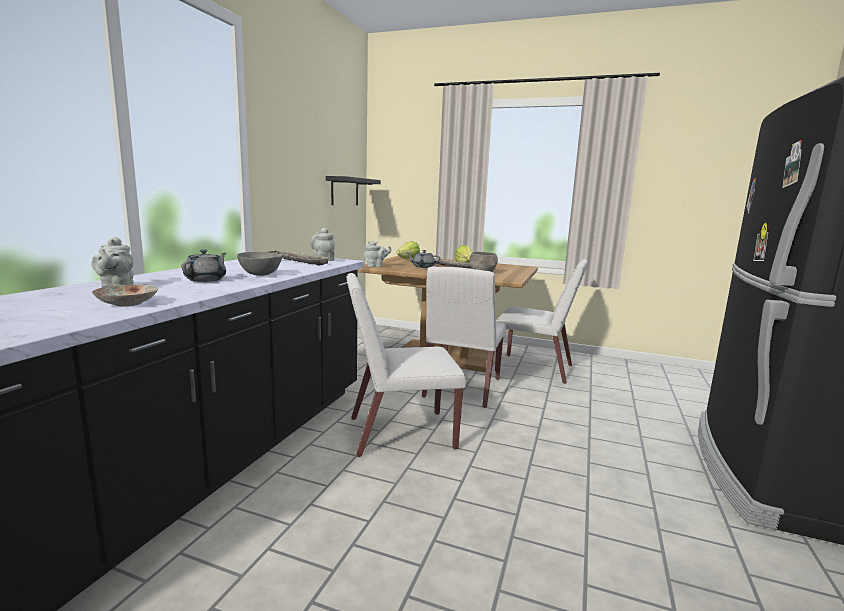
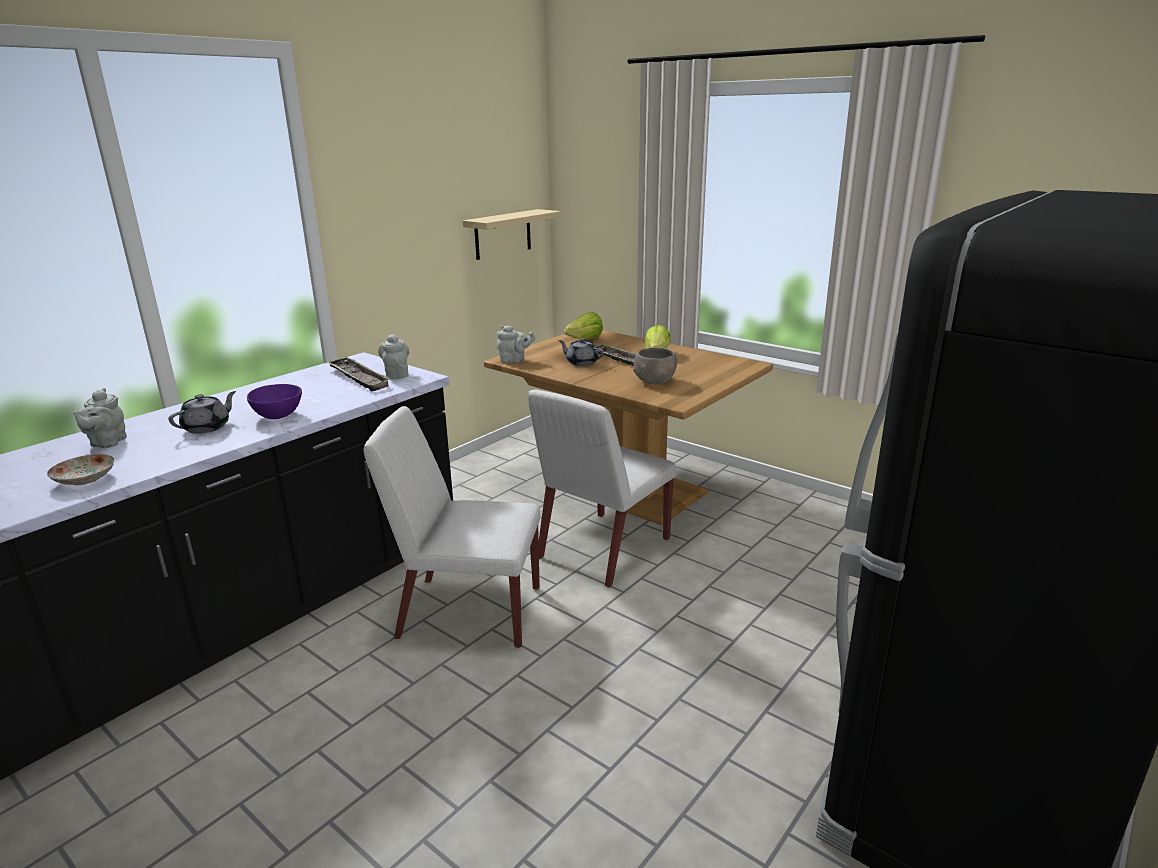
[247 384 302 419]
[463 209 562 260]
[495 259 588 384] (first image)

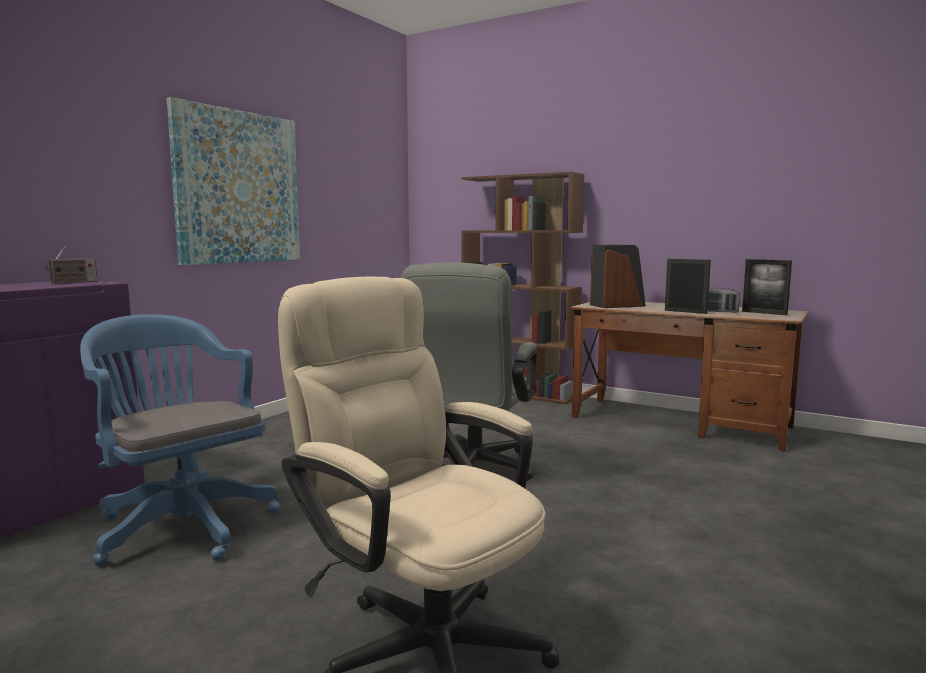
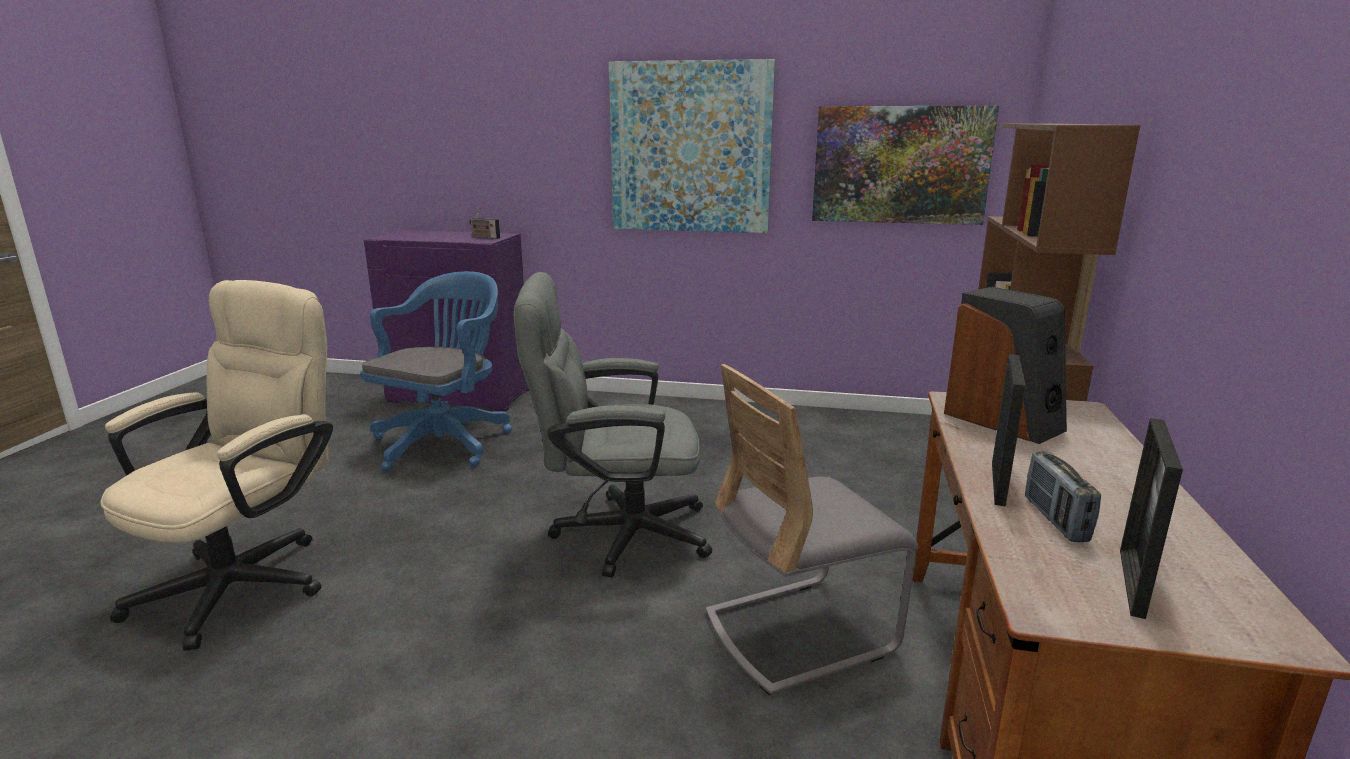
[706 364 918 696]
[812 106 999 225]

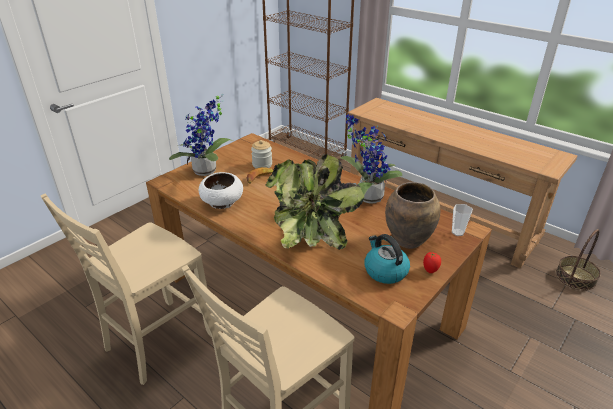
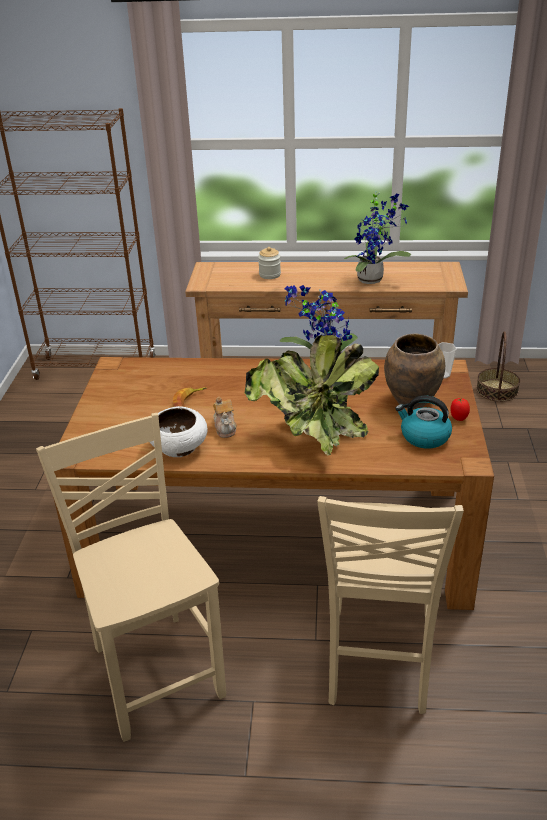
[36 413 226 742]
[344 192 411 284]
[258 247 281 279]
[213 397 237 438]

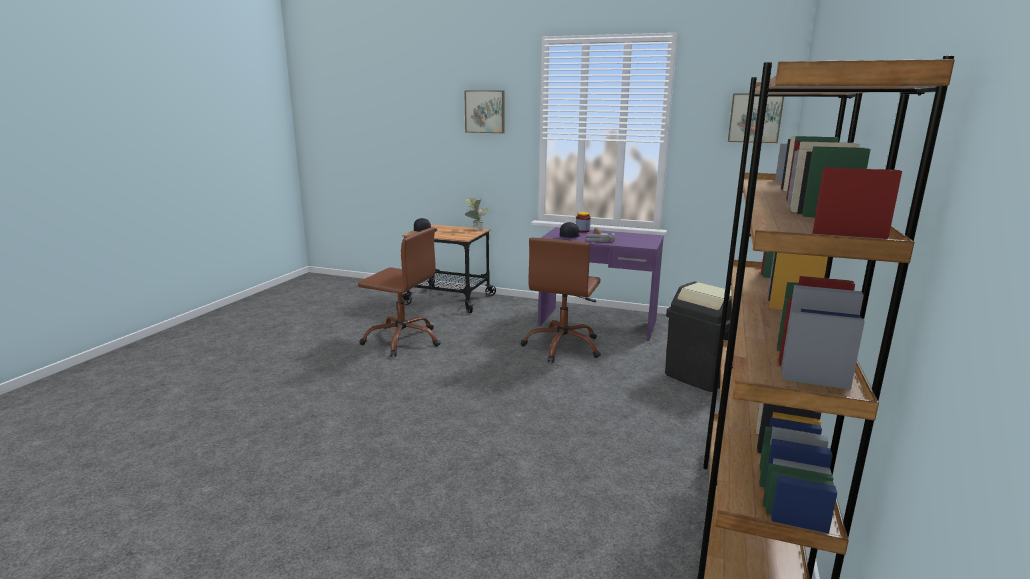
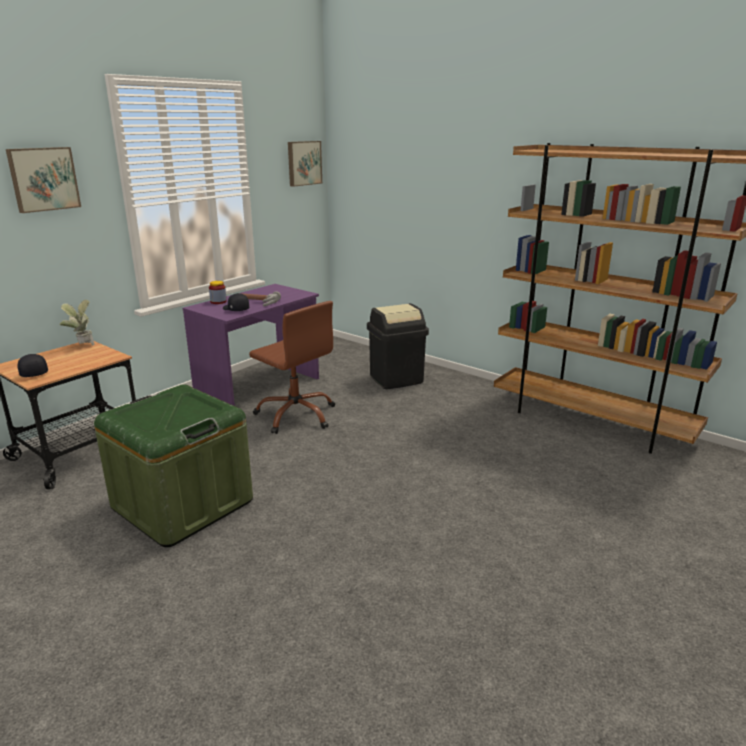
[94 384 253 547]

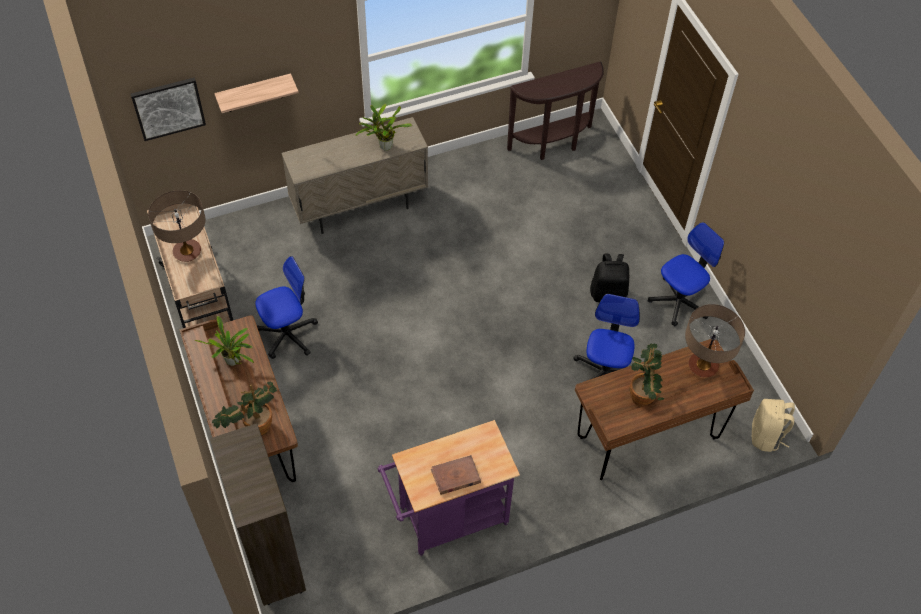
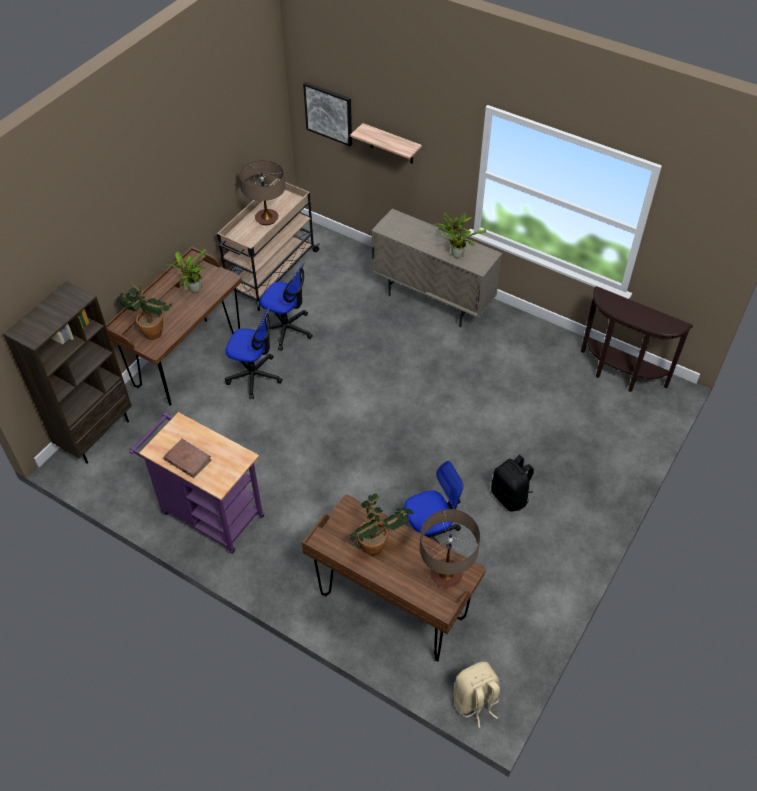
[225 307 283 399]

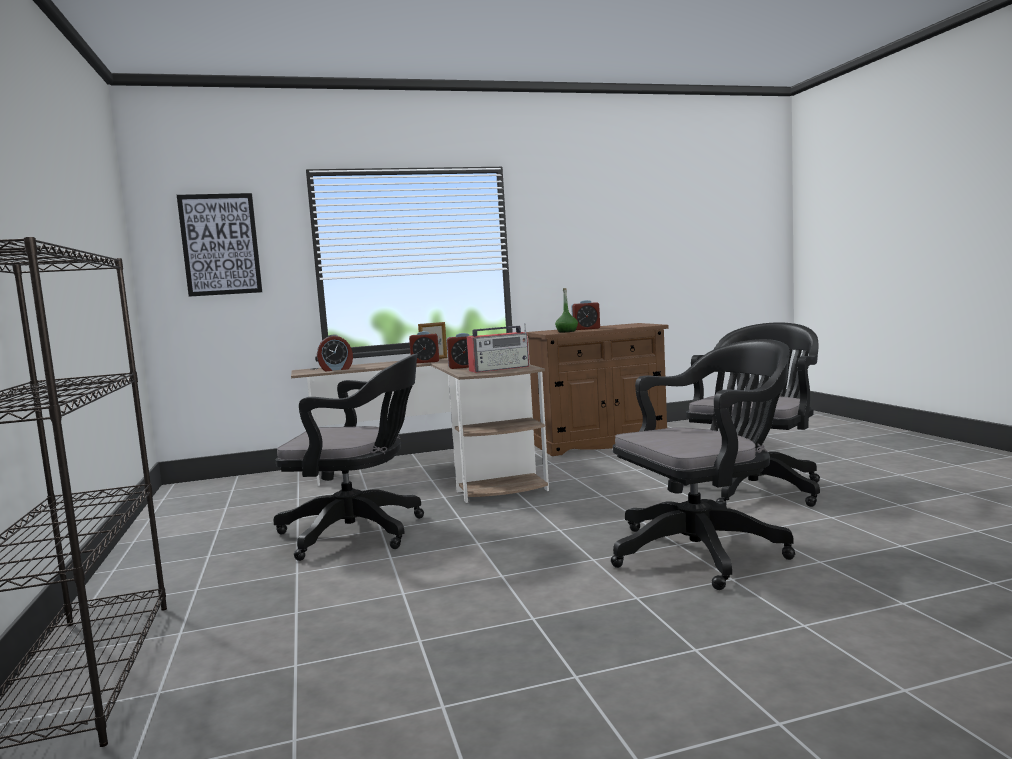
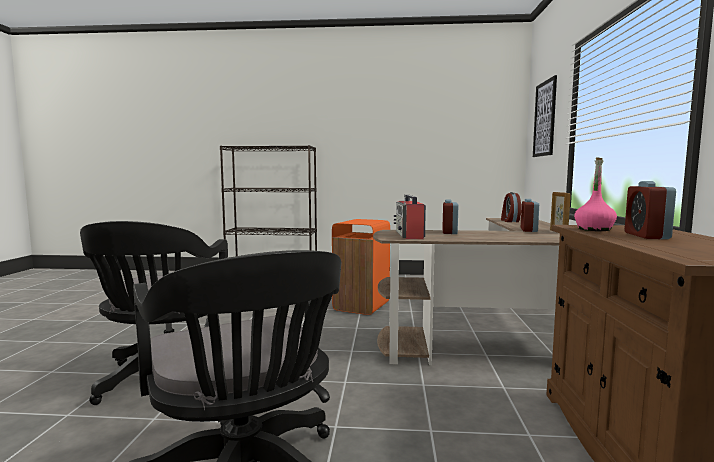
[332 219 390 315]
[574 157 617 231]

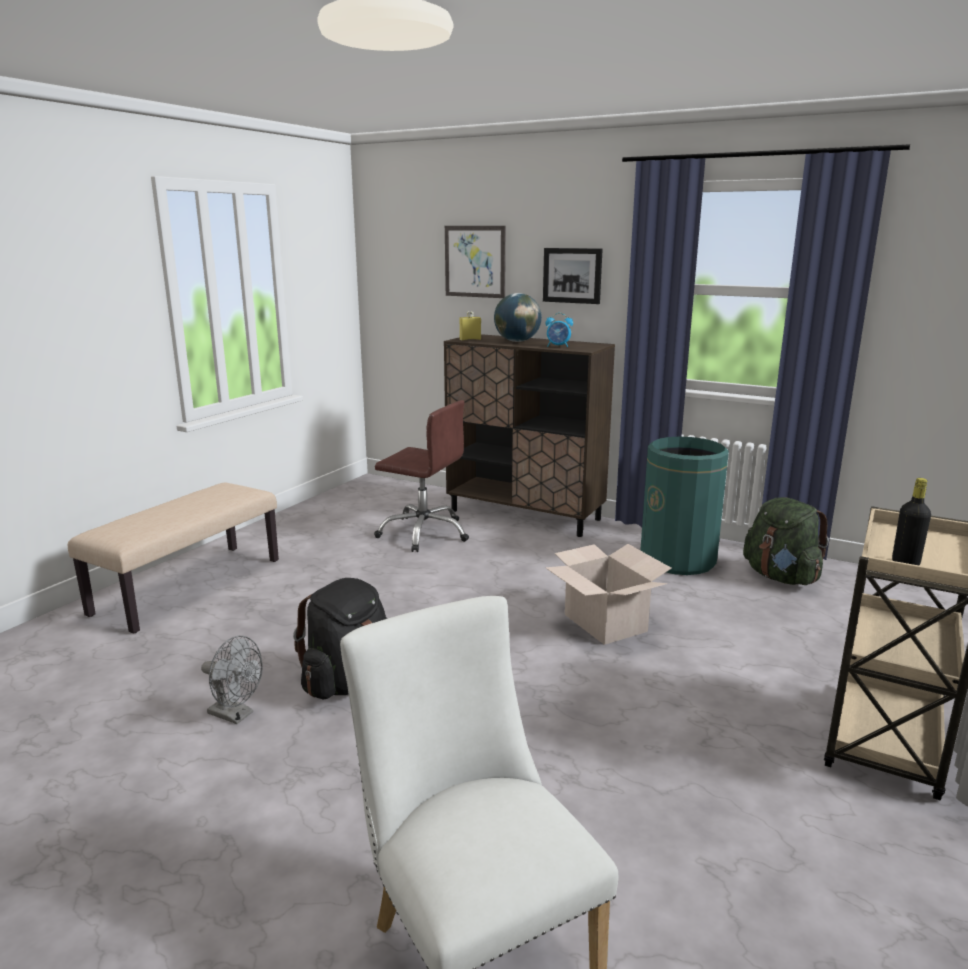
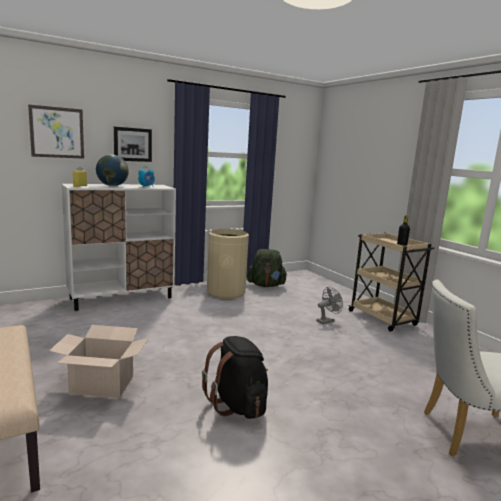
[316 287 343 324]
[374 400 469 552] (first image)
[62 184 176 311]
[49 325 149 398]
[207 229 249 299]

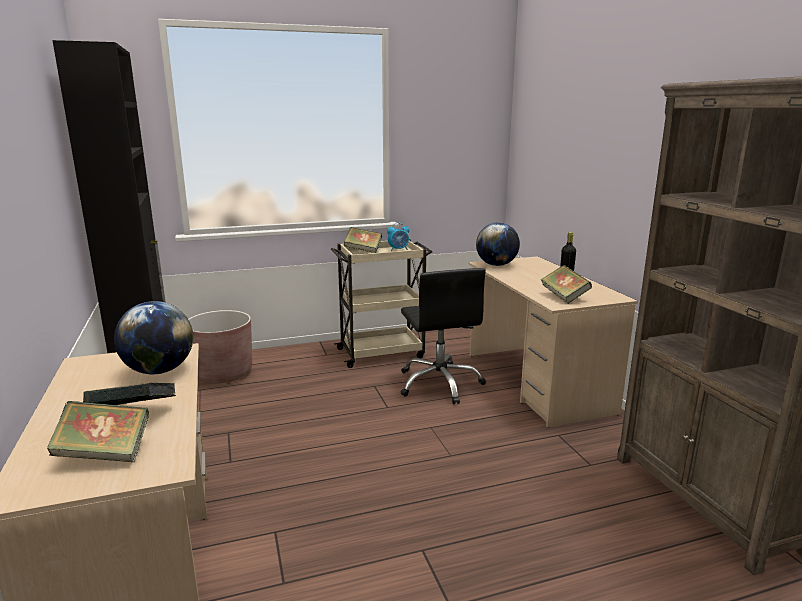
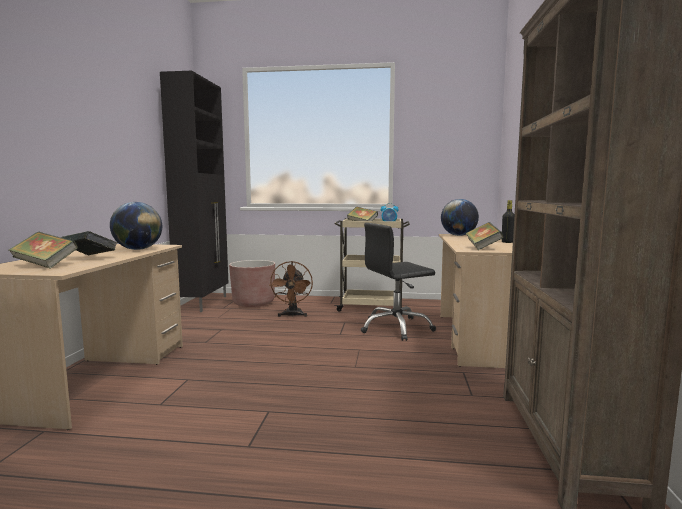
[361 223 436 341]
[269 261 313 317]

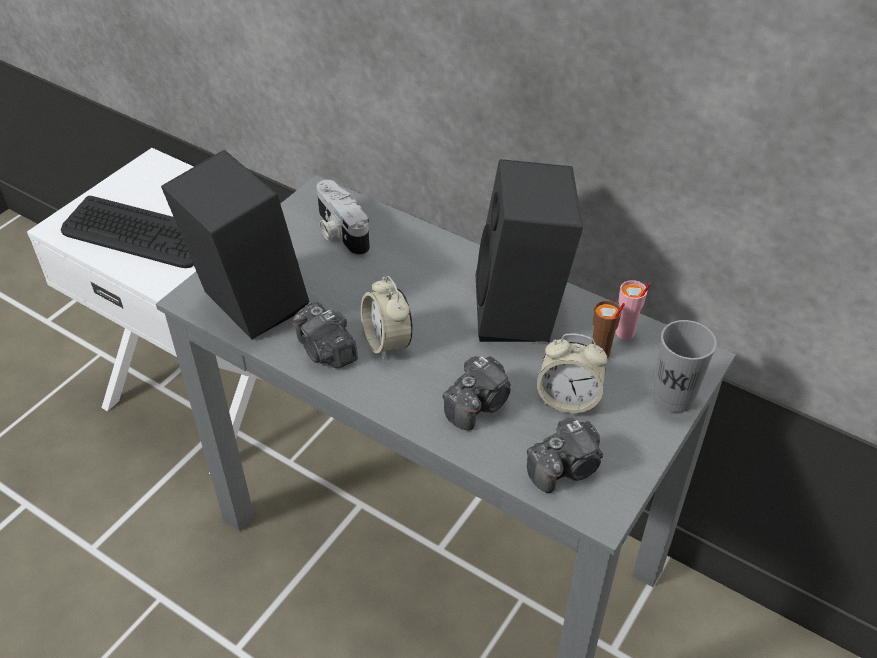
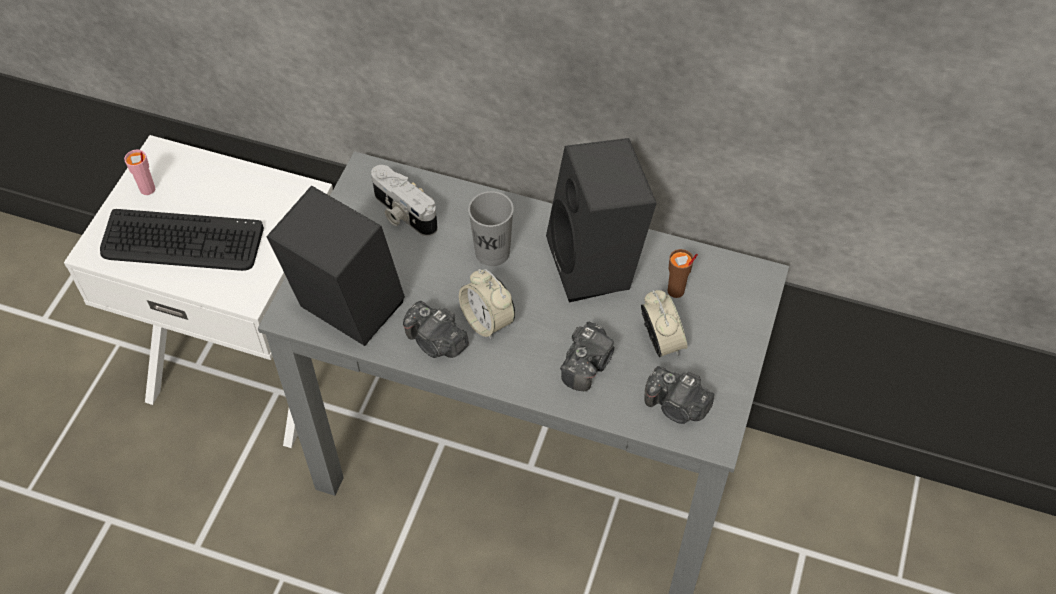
[645 366 714 424]
[641 290 687 357]
[124 149 155 195]
[468 191 513 266]

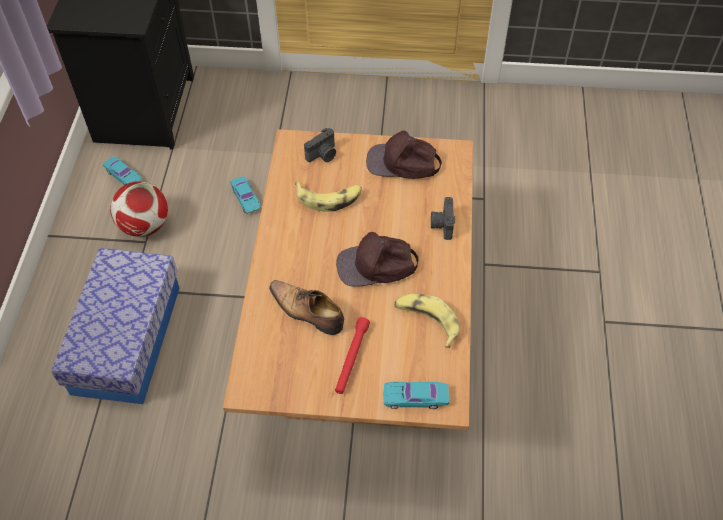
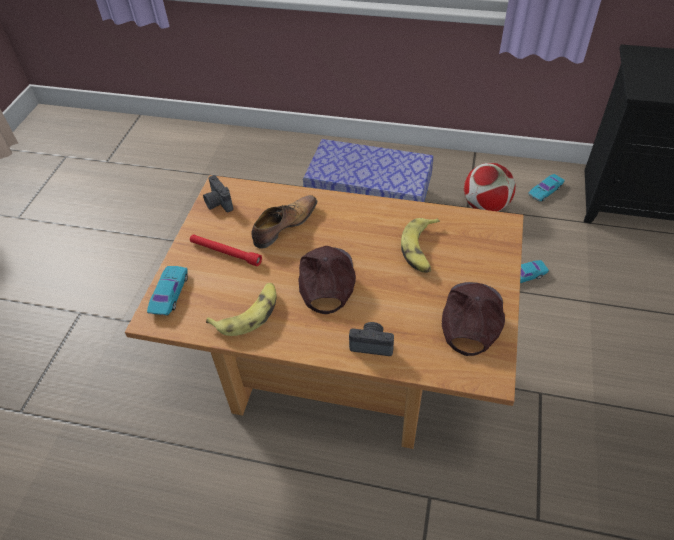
[203 175 233 212]

